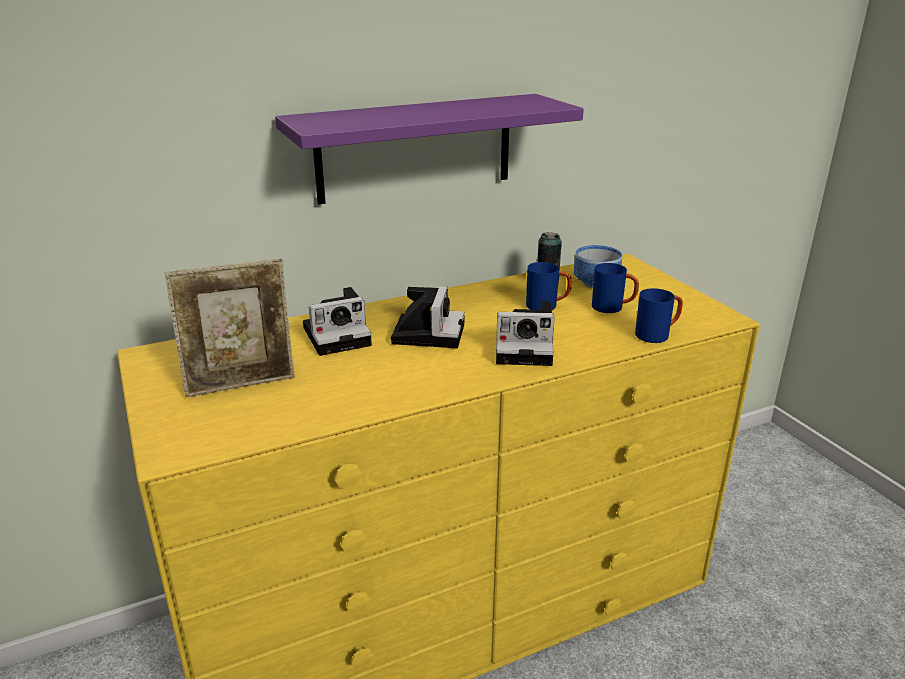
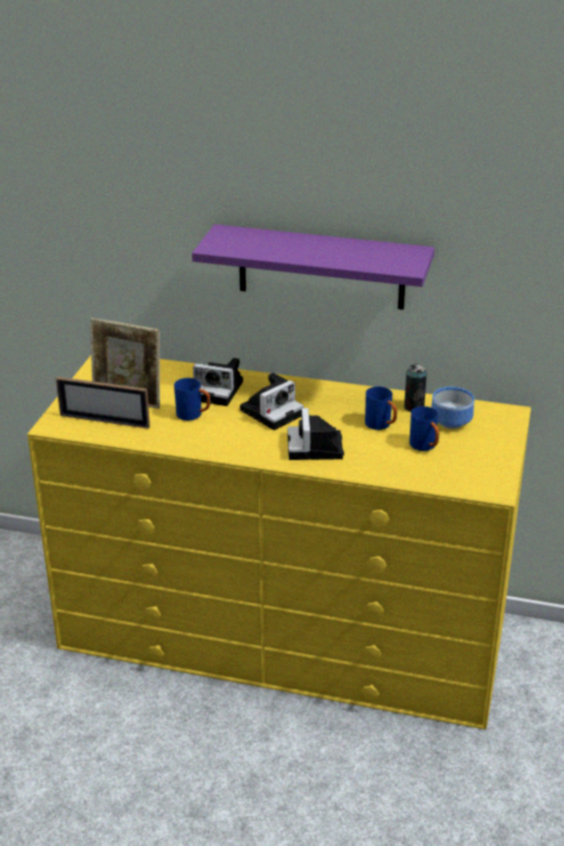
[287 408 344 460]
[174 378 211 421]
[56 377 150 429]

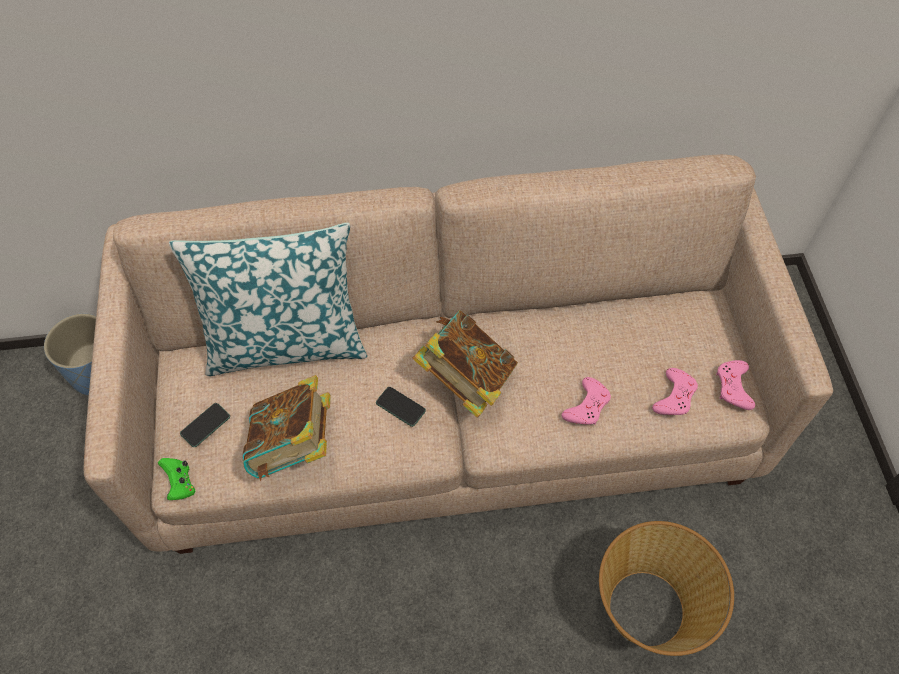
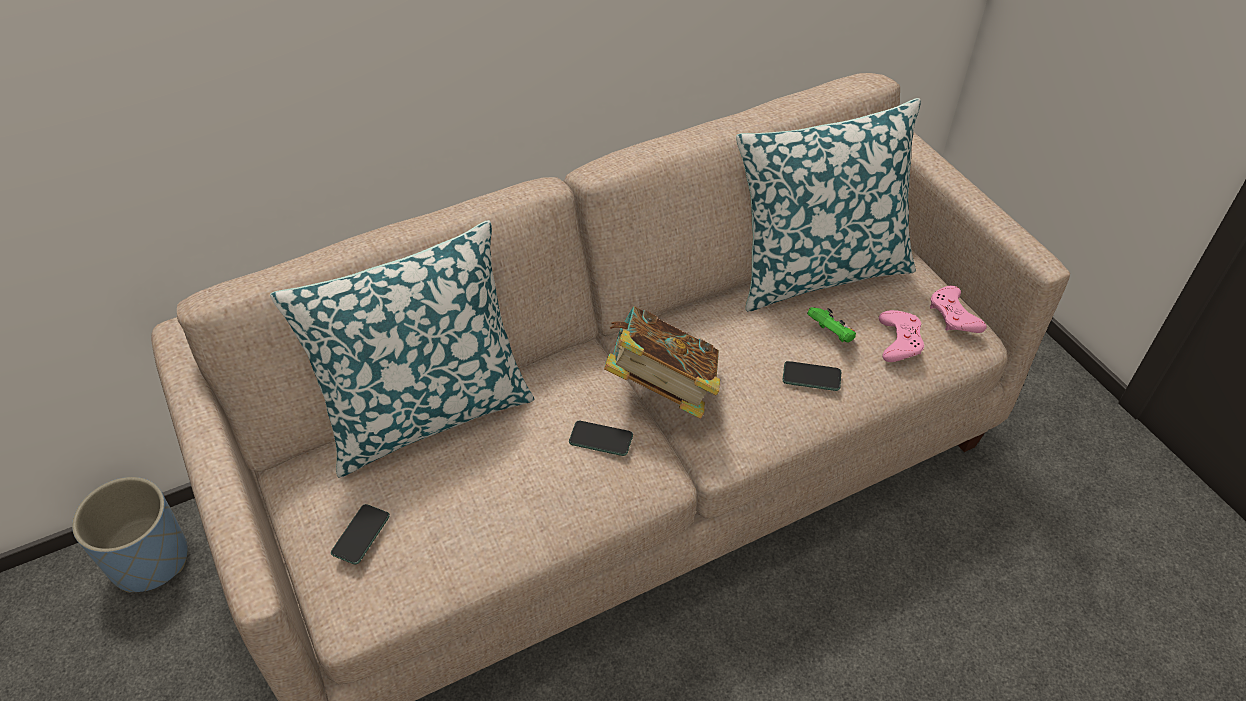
[807 307 856 342]
[242 375 331 481] (first image)
[782 361 841 391]
[599 521 734 656] (first image)
[736 98 921 312]

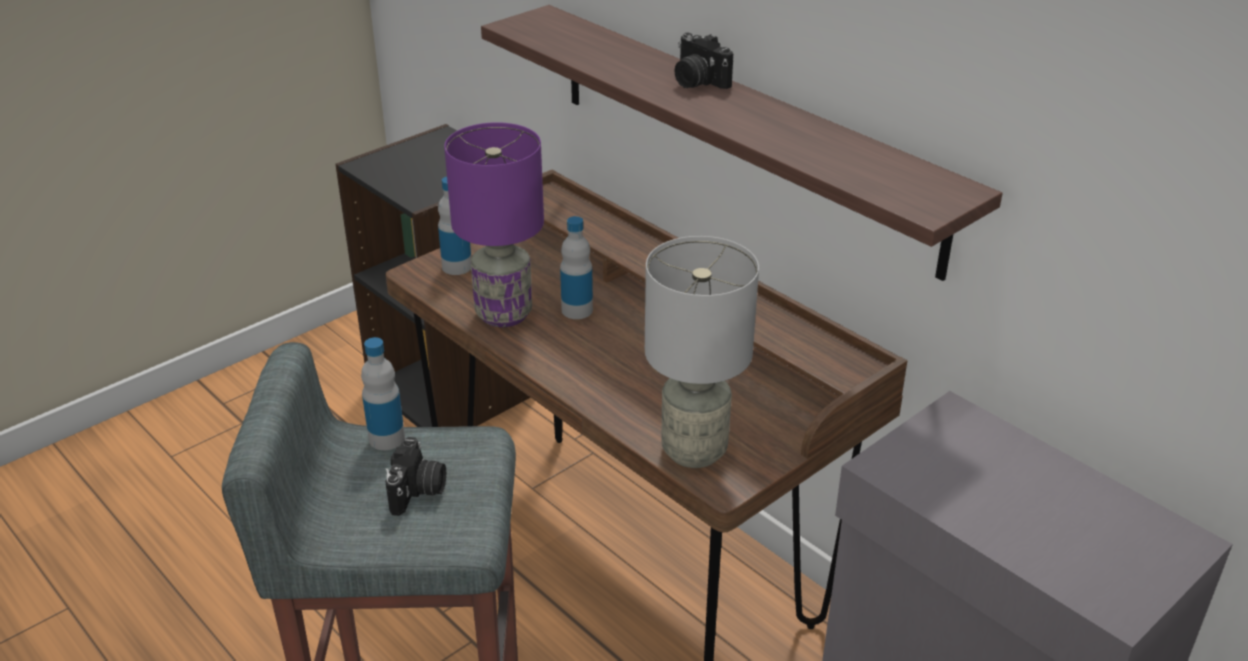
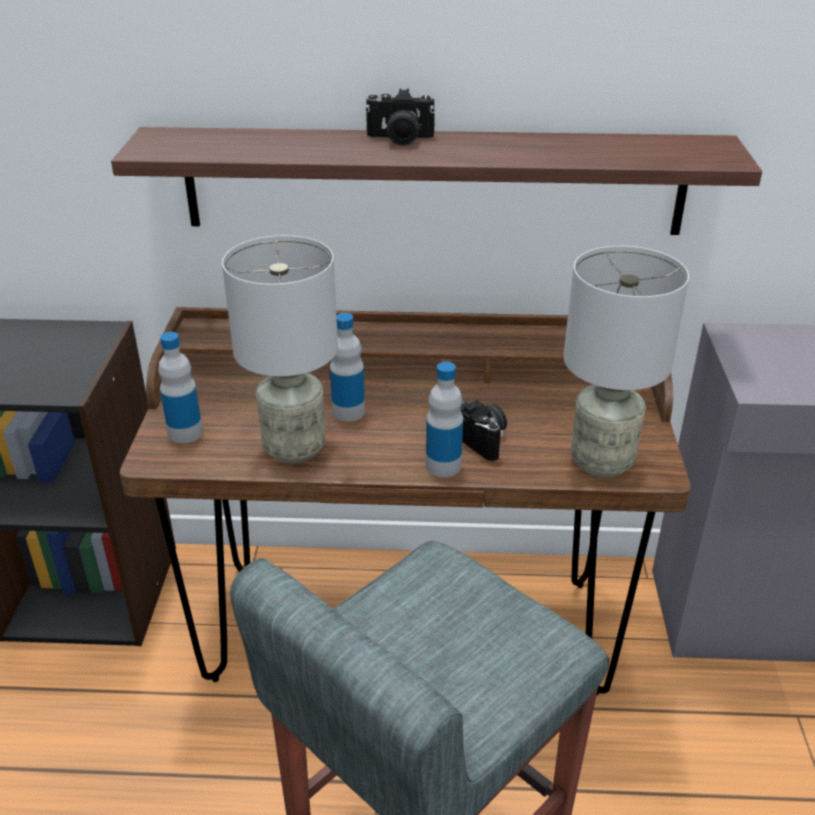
[426 362 463 477]
[460 399 507 461]
[222 235 338 464]

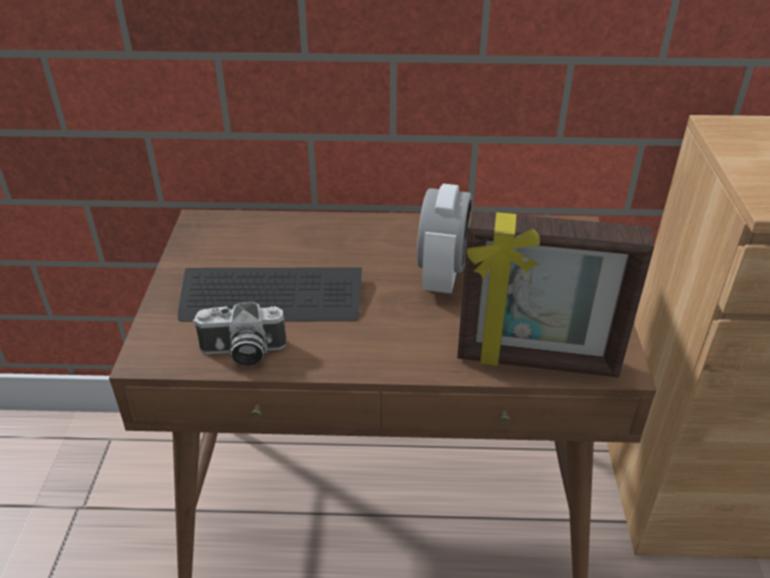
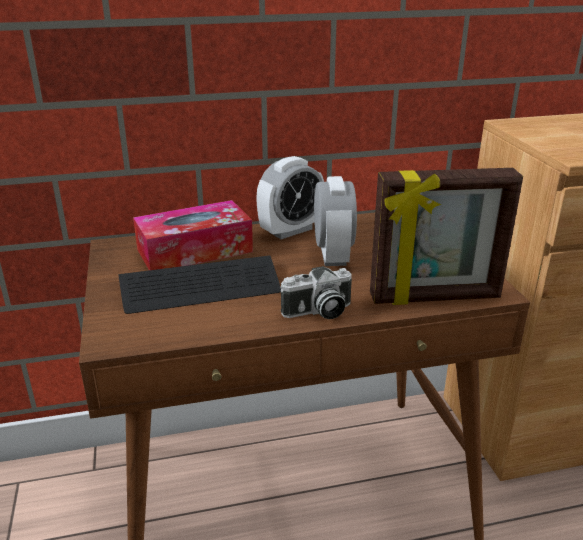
[280 266 352 319]
[133 200 253 270]
[256 156 324 239]

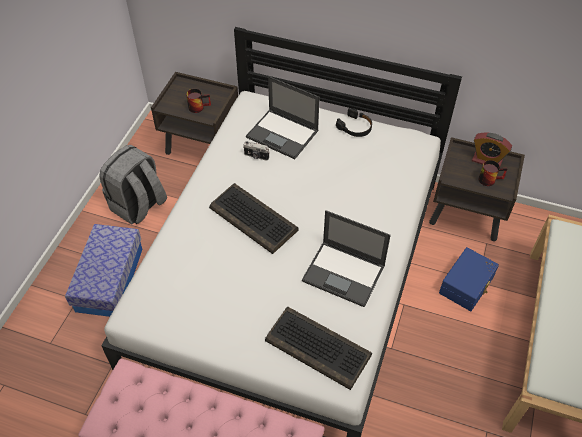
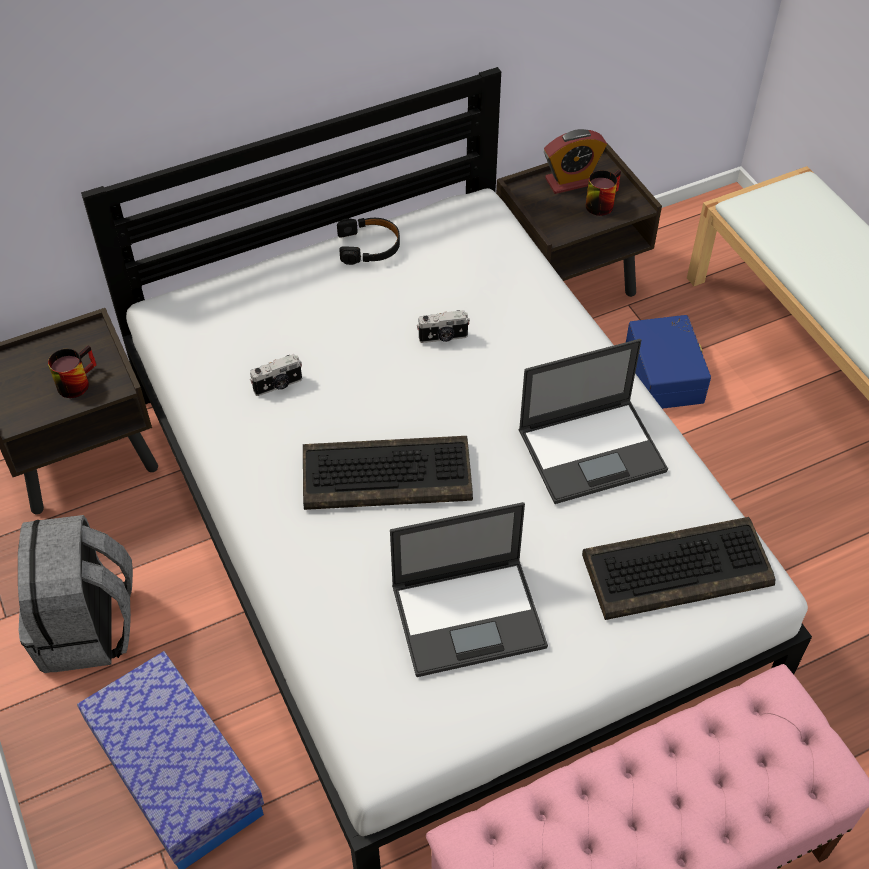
[390 502 548 677]
[417 310 470 343]

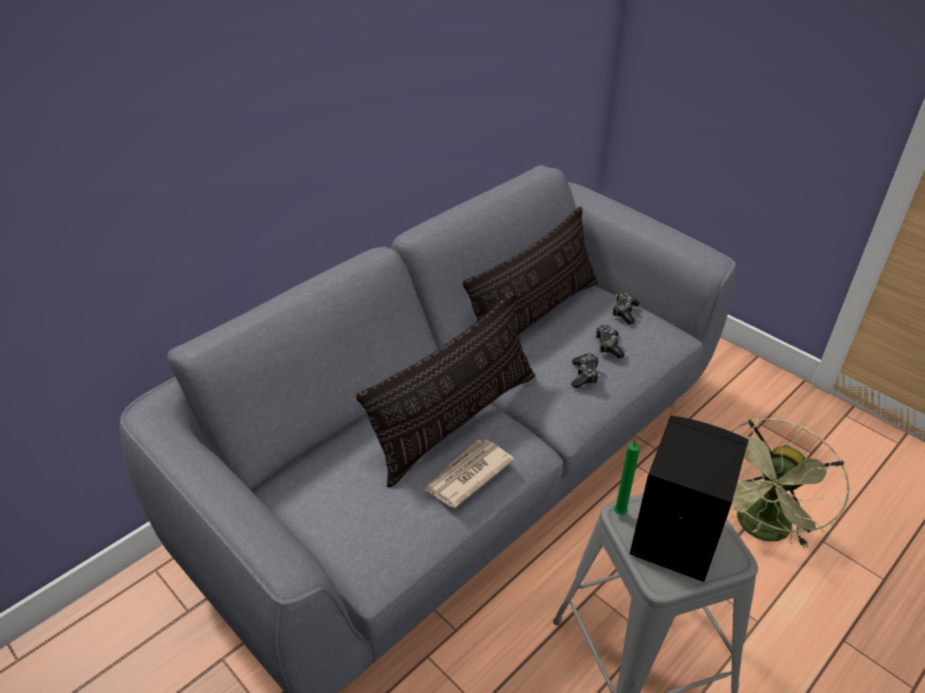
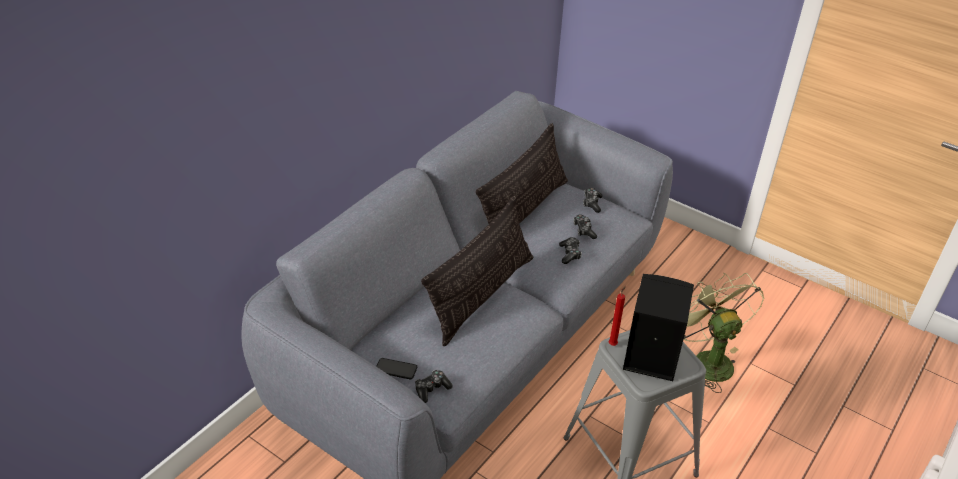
[424 439 514 508] (first image)
[609 286 626 346]
[683 273 764 393]
[376 358 417 379]
[415 370 453 403]

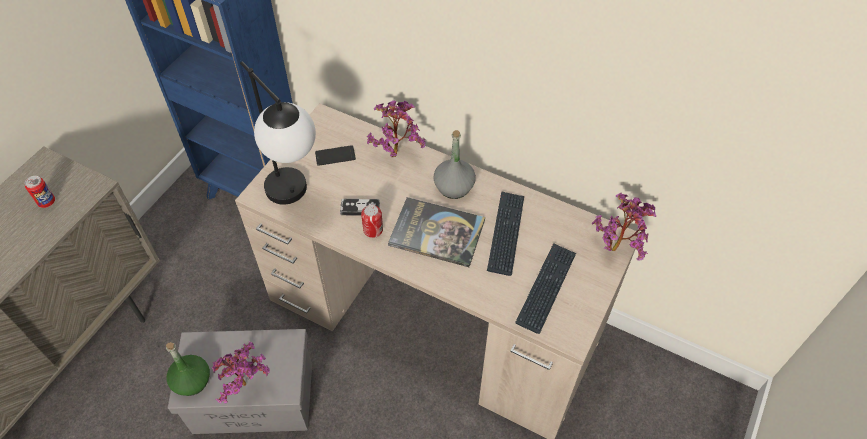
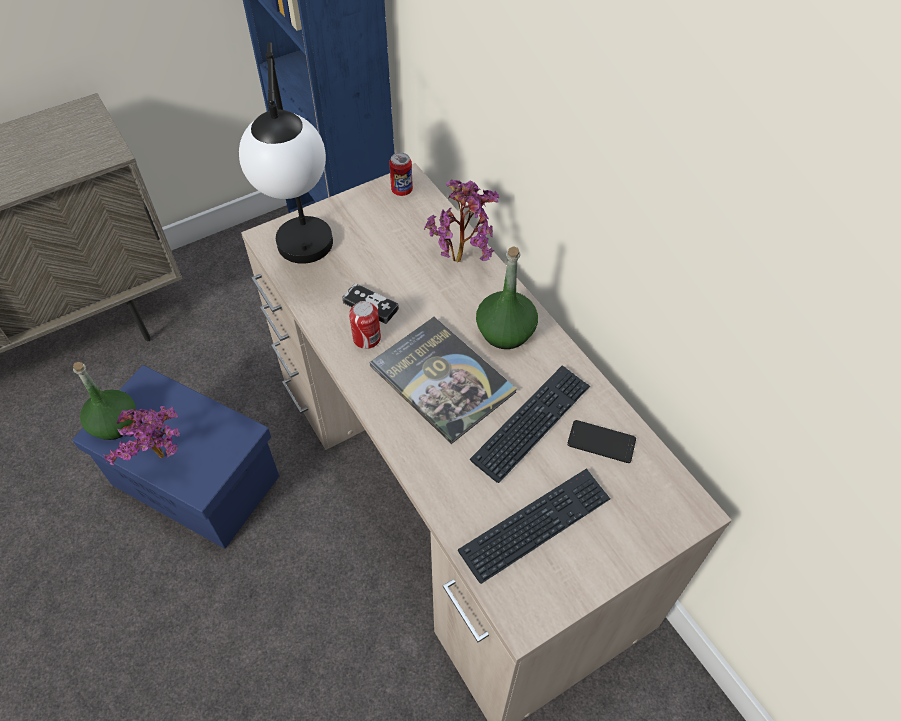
[389 153 413 196]
[72 365 279 549]
[567 420 636 463]
[476 246 538 349]
[592 193 656 260] (first image)

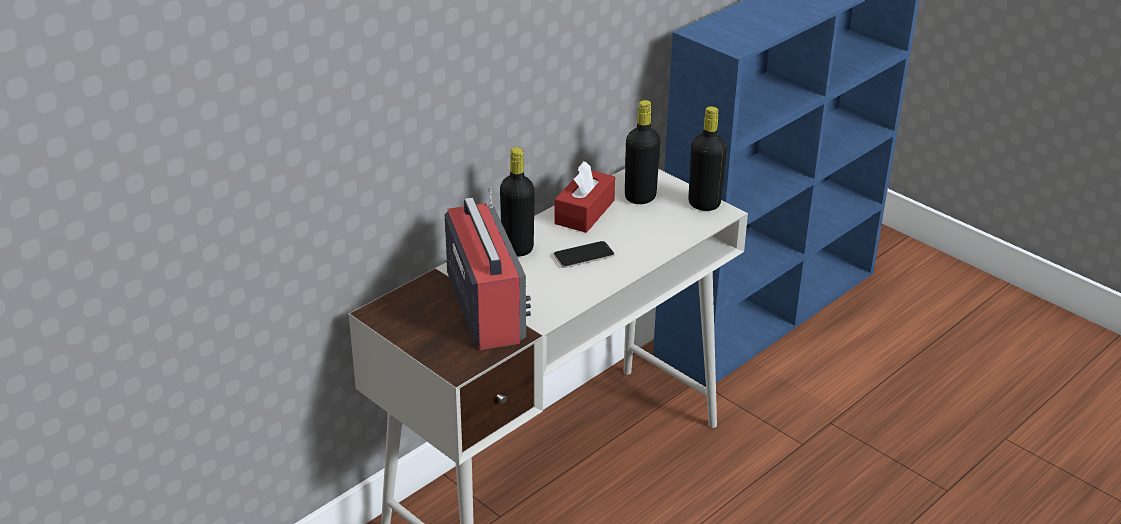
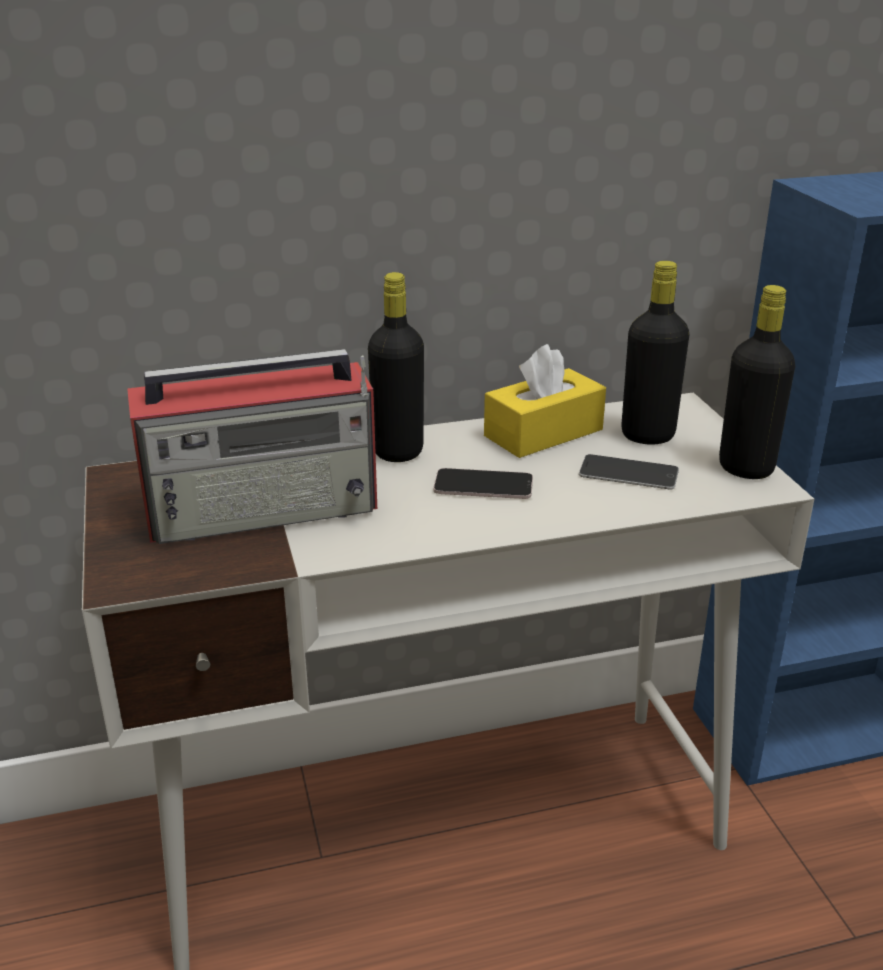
[127 349 377 544]
[484 344 606 458]
[579 454 679 489]

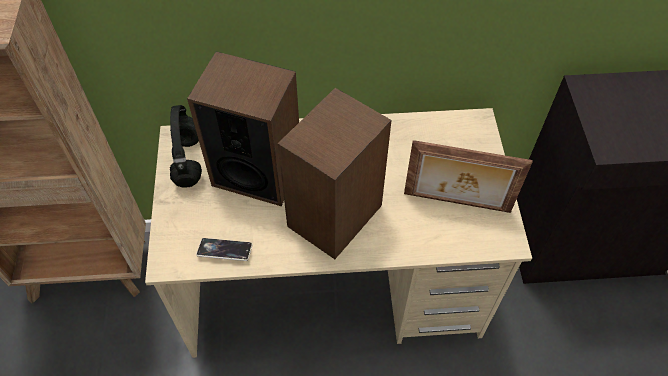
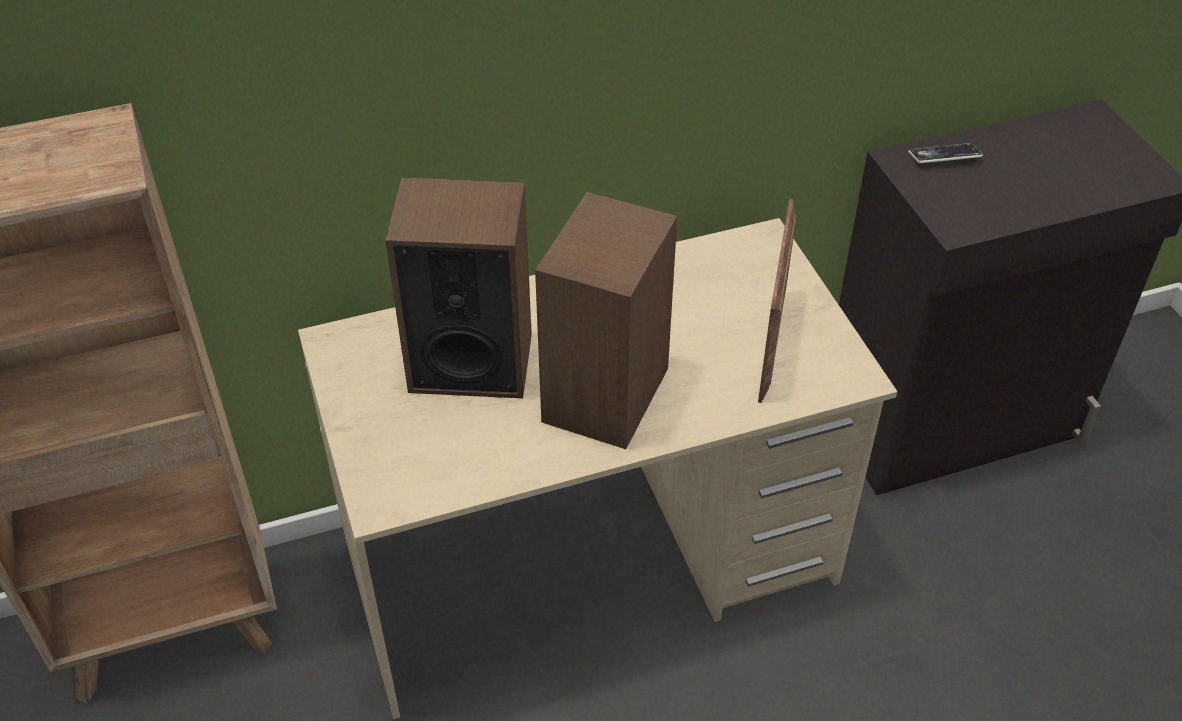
[170 105 202 188] (first image)
[908 143 983 163]
[758 199 796 403]

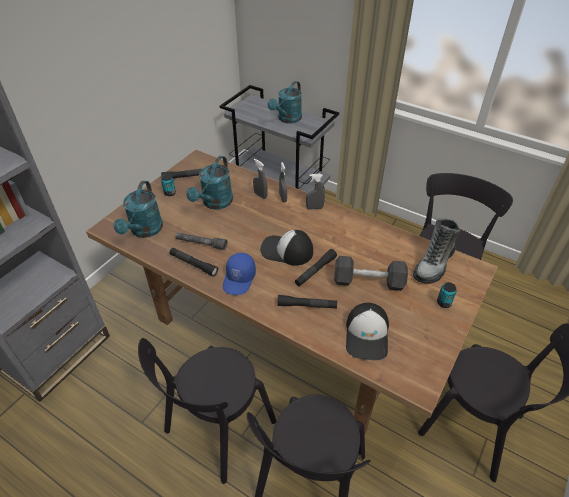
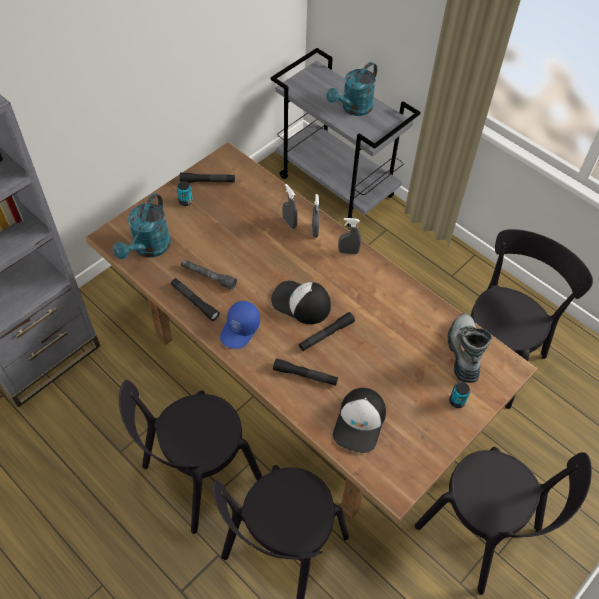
[186 156 233 209] (first image)
[334 256 408 291] (first image)
[448 313 492 383]

